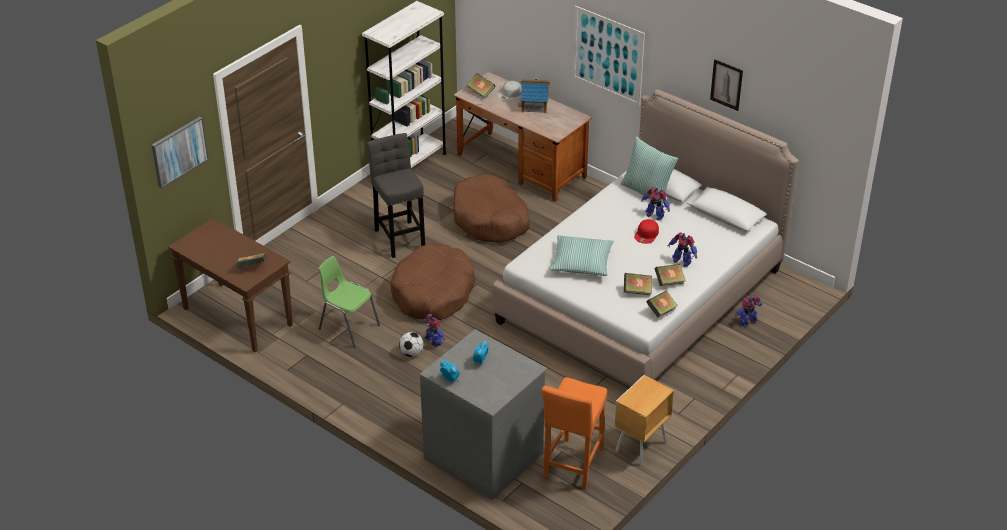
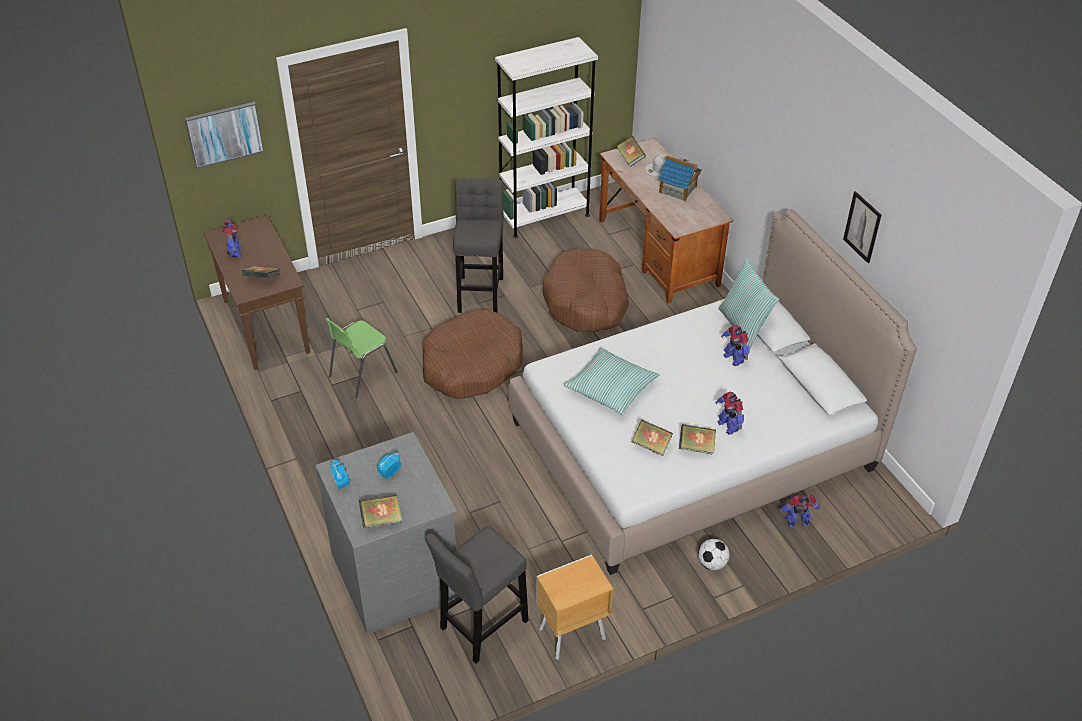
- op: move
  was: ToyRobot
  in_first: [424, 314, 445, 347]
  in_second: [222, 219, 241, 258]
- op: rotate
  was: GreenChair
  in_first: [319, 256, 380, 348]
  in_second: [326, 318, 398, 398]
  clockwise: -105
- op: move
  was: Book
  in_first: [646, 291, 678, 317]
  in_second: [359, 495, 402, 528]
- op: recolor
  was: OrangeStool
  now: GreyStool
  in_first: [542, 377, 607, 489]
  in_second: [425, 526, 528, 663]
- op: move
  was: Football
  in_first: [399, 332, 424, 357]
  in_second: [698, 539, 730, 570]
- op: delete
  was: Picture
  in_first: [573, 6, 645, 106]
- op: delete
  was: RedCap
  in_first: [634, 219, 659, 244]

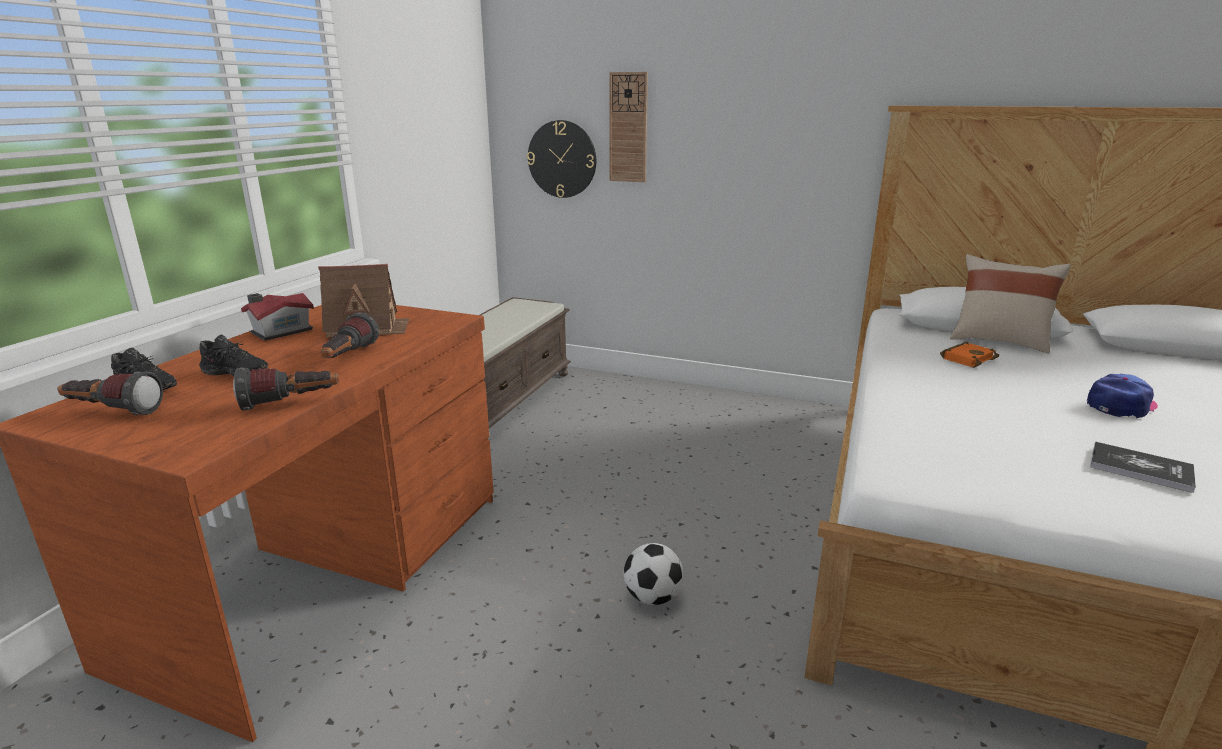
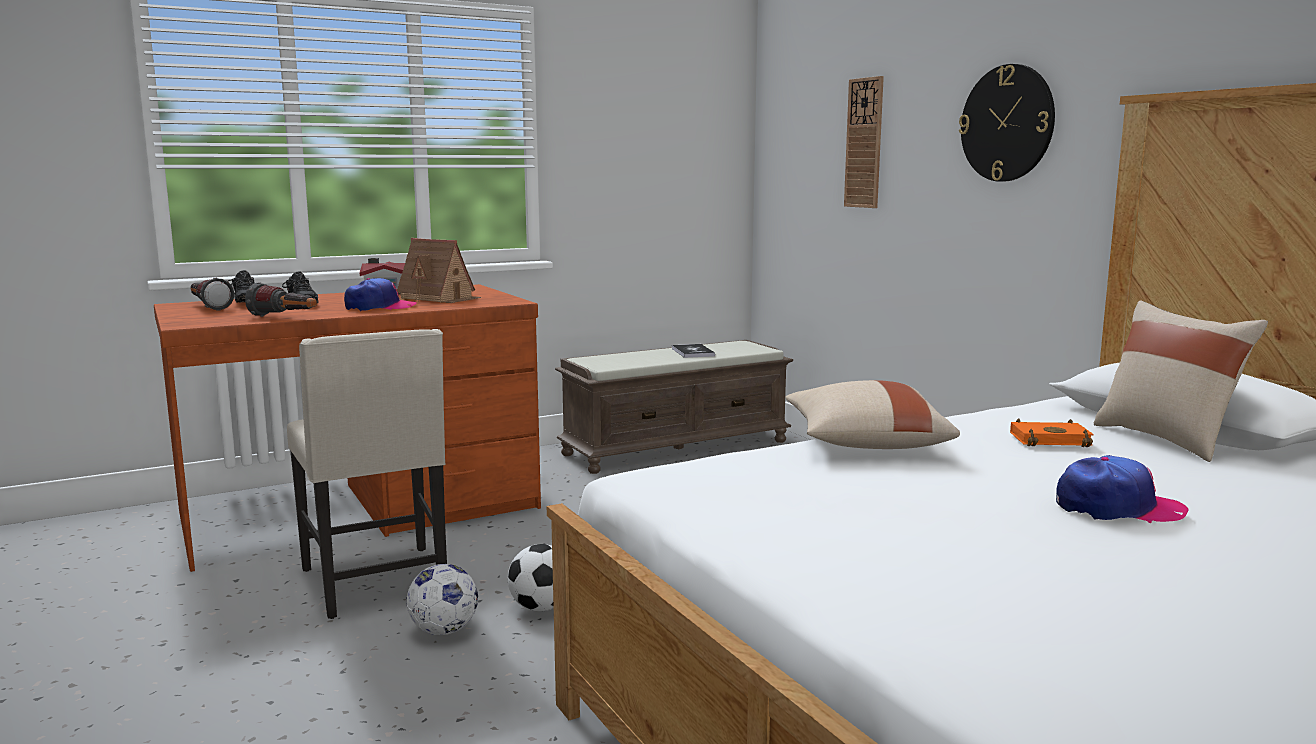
- op: insert
  now: BeigeChair
  in_second: [287, 329, 447, 619]
- op: replace
  was: Flashlight
  now: Cap
  in_first: [321, 312, 379, 358]
  in_second: [344, 278, 417, 311]
- op: insert
  now: Football
  in_second: [406, 564, 478, 635]
- op: move
  was: Book
  in_first: [1090, 442, 1196, 493]
  in_second: [672, 344, 715, 358]
- op: insert
  now: BeigePillow
  in_second: [785, 380, 960, 449]
- op: move
  was: WallClock
  in_first: [527, 120, 596, 198]
  in_second: [959, 64, 1055, 182]

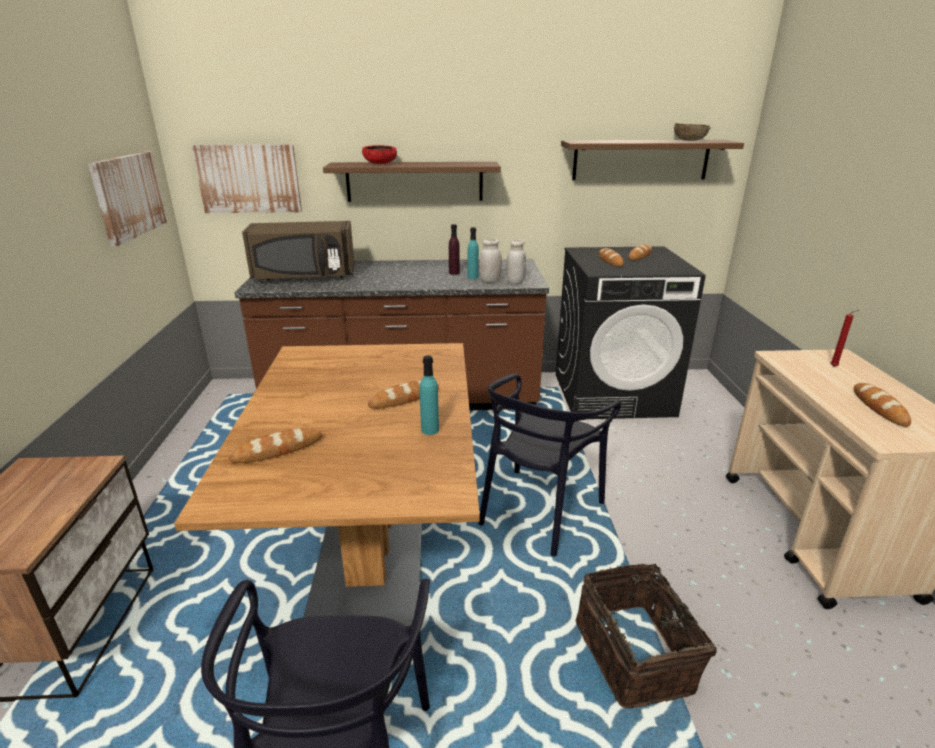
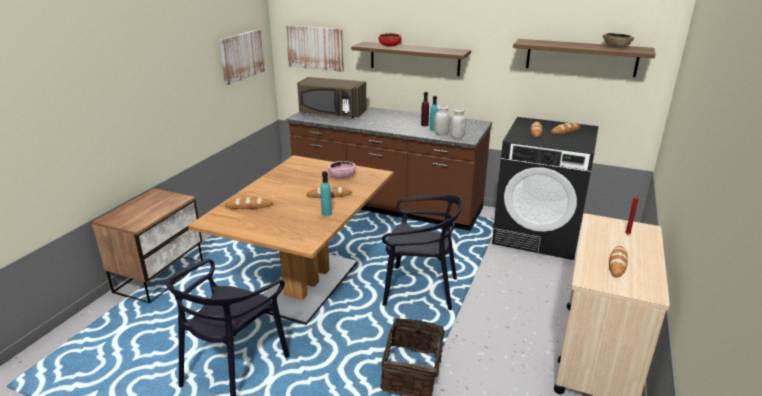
- op: insert
  now: PinkBowl
  in_second: [328, 161, 356, 179]
- op: rotate
  was: BlackChair
  in_first: [478, 374, 621, 557]
  in_second: [382, 195, 463, 310]
  clockwise: -135

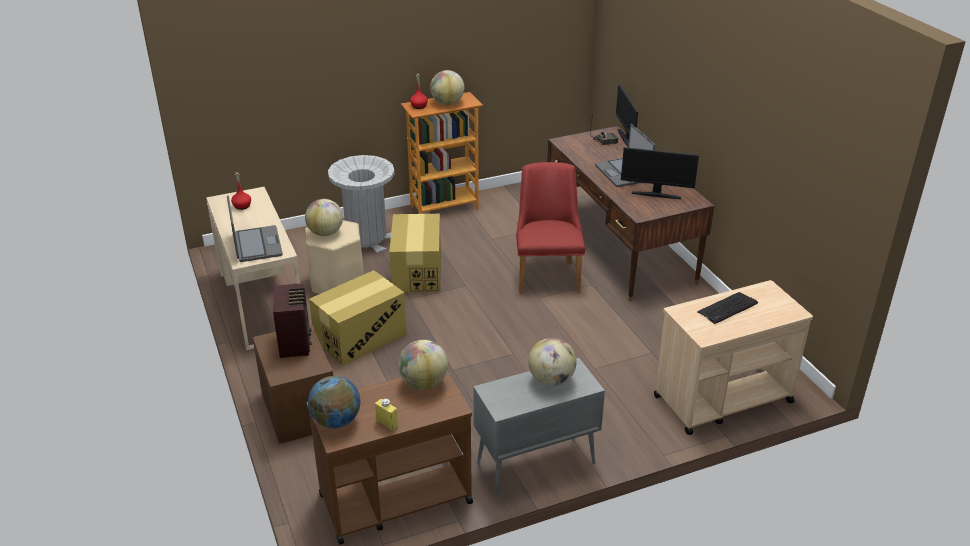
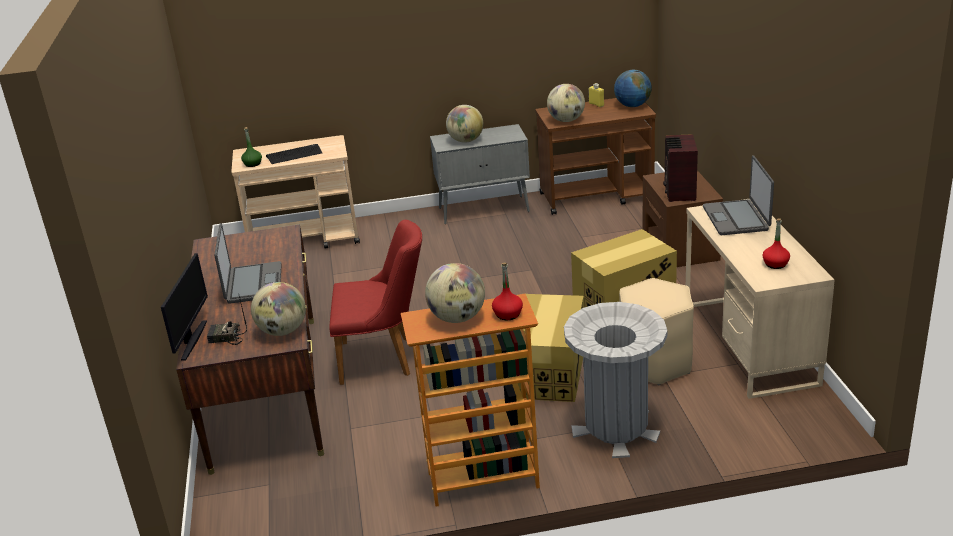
- op: insert
  now: GreenBottle
  in_second: [241, 127, 262, 167]
- op: move
  was: Globe
  in_first: [305, 199, 343, 236]
  in_second: [251, 282, 306, 336]
- op: rotate
  was: RedChair
  in_first: [516, 162, 585, 294]
  in_second: [329, 220, 422, 385]
  clockwise: -105
- op: delete
  was: Monitor
  in_first: [621, 147, 699, 199]

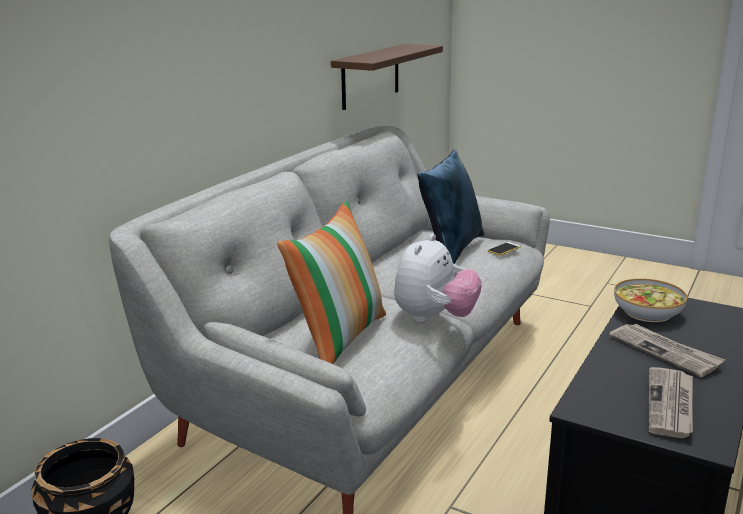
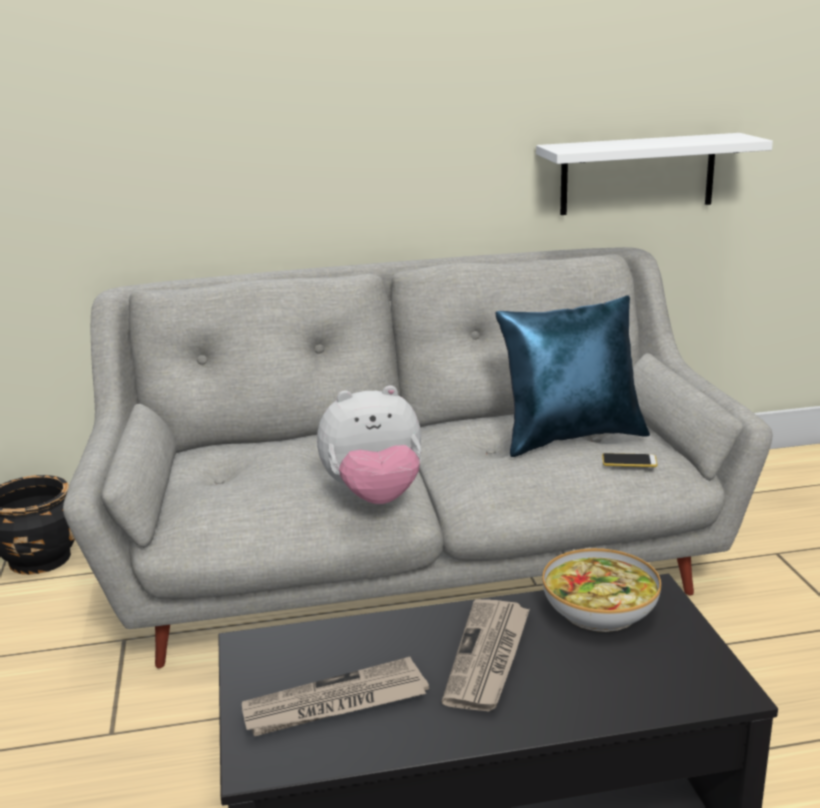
- op: recolor
  was: BrownShelf
  now: WhiteShelf
  in_first: [331, 44, 443, 110]
  in_second: [536, 133, 773, 215]
- op: delete
  was: Pillow
  in_first: [277, 200, 386, 364]

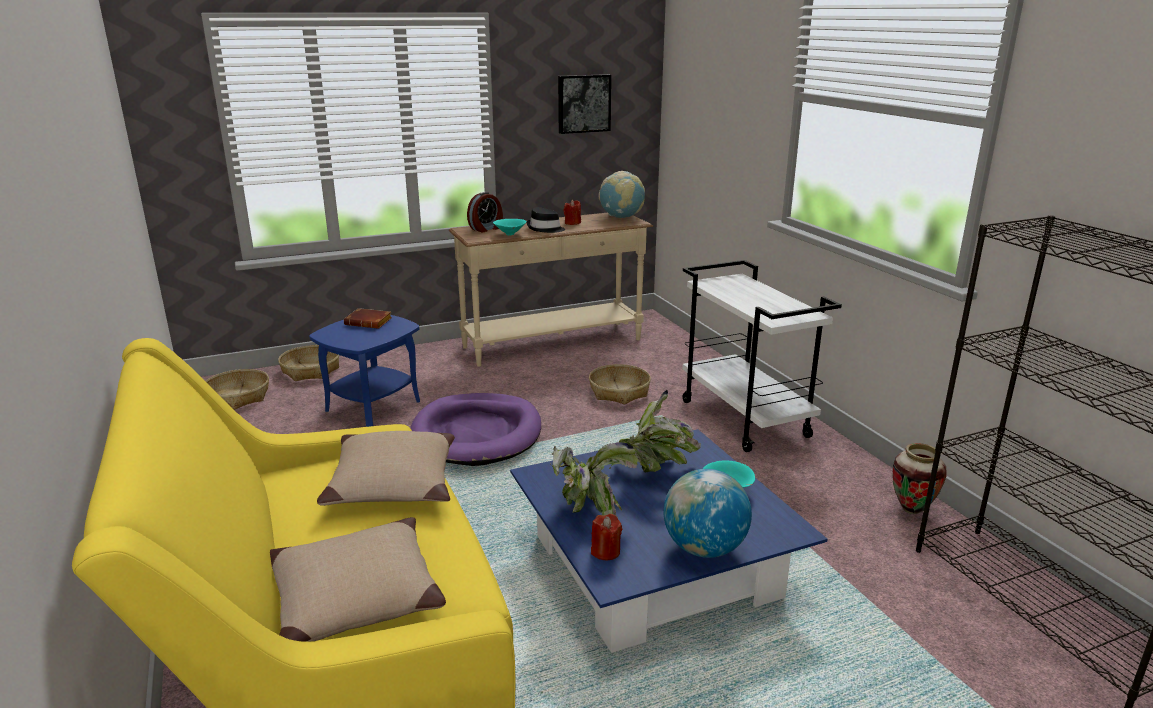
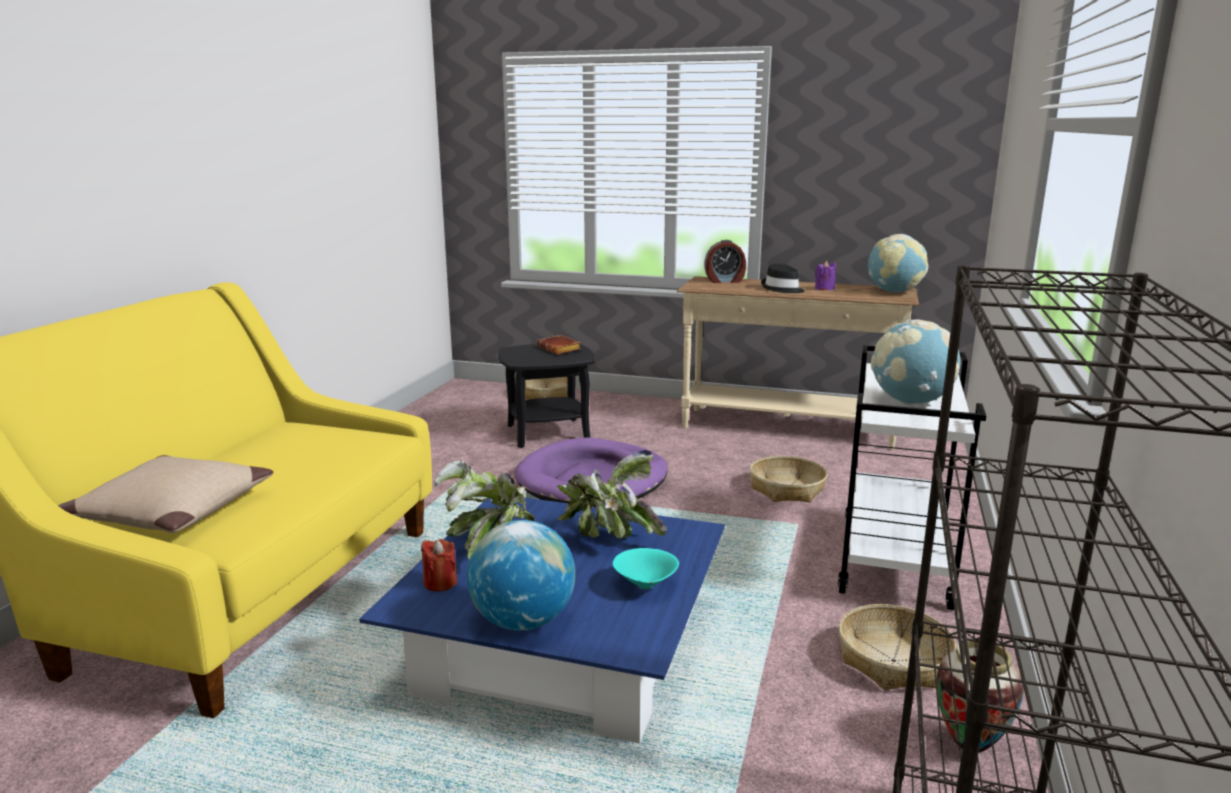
- op: recolor
  was: BlueSideTable
  now: BlackSideTable
  in_first: [309, 315, 420, 427]
  in_second: [498, 344, 595, 448]
- op: recolor
  was: RedCandle
  now: PurpleCandle
  in_first: [564, 200, 581, 225]
  in_second: [815, 261, 836, 290]
- op: move
  was: Basket
  in_first: [206, 369, 269, 410]
  in_second: [839, 604, 957, 690]
- op: insert
  now: Globe
  in_second: [871, 319, 961, 405]
- op: delete
  was: BeigePillow
  in_first: [317, 431, 455, 506]
- op: delete
  was: TurquoiseBowl
  in_first: [493, 219, 526, 235]
- op: delete
  was: Picture
  in_first: [558, 74, 611, 134]

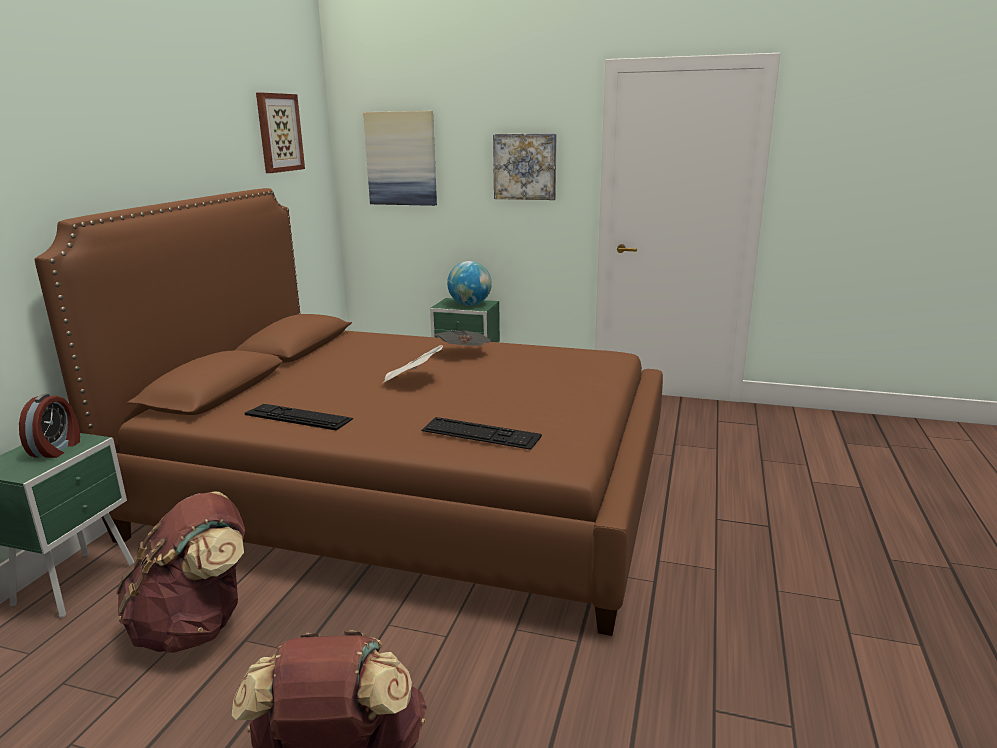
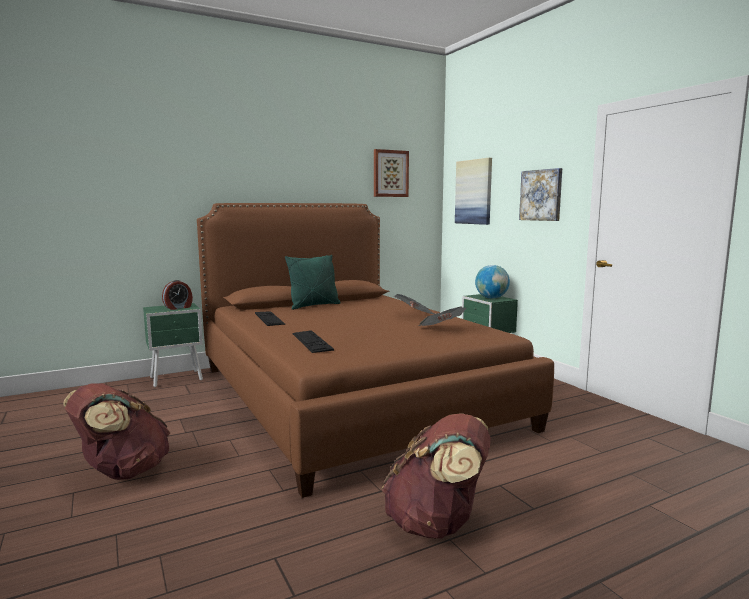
- op: insert
  now: GreenPillow
  in_second: [285, 255, 341, 310]
- op: move
  was: BrownBackpack
  in_first: [117, 492, 245, 653]
  in_second: [382, 413, 491, 539]
- op: move
  was: Newspaper
  in_first: [383, 345, 443, 383]
  in_second: [418, 307, 466, 326]

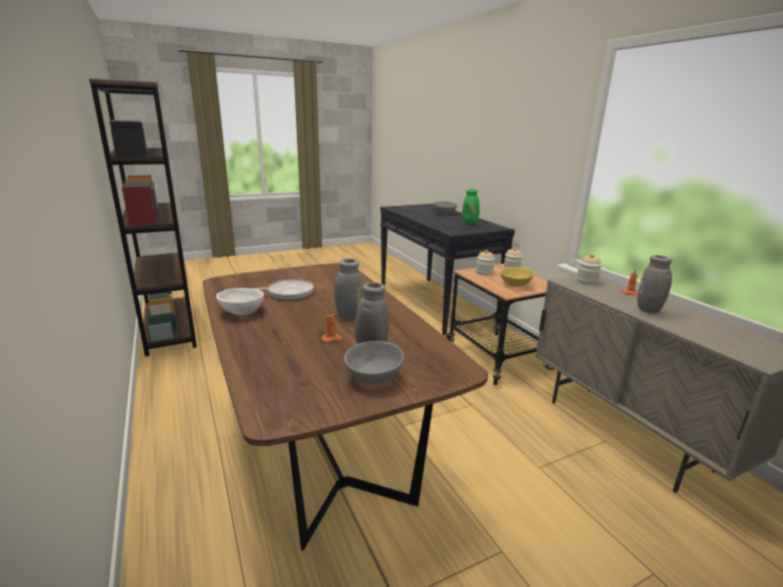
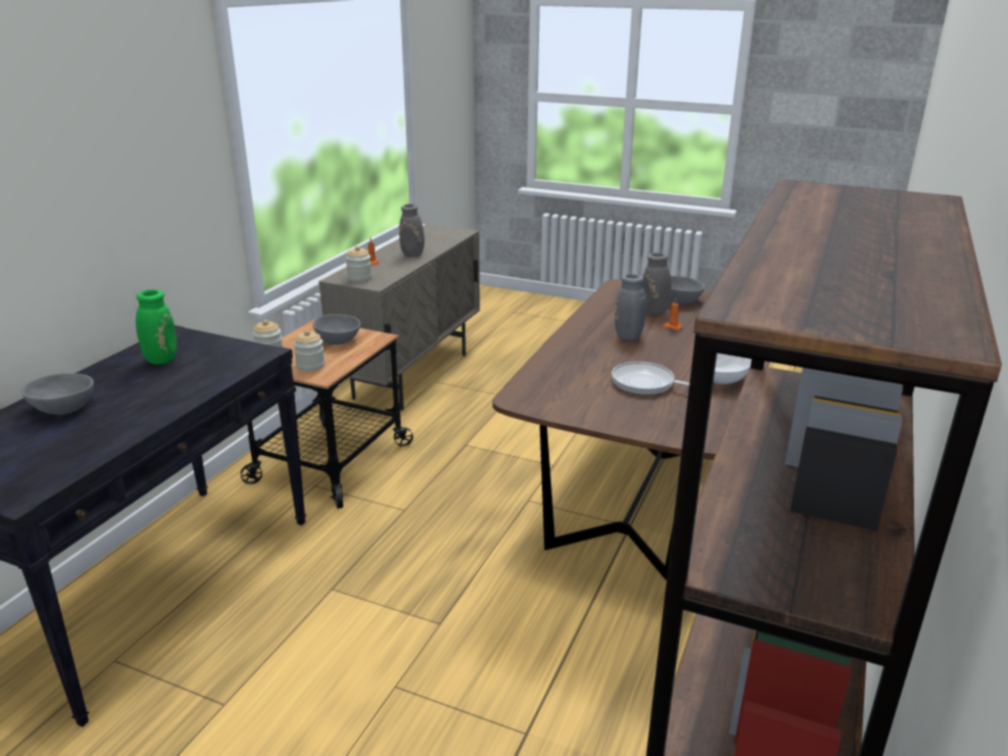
- op: recolor
  was: YellowBowl
  now: GreyBowl
  in_first: [501, 267, 534, 287]
  in_second: [313, 314, 360, 345]

